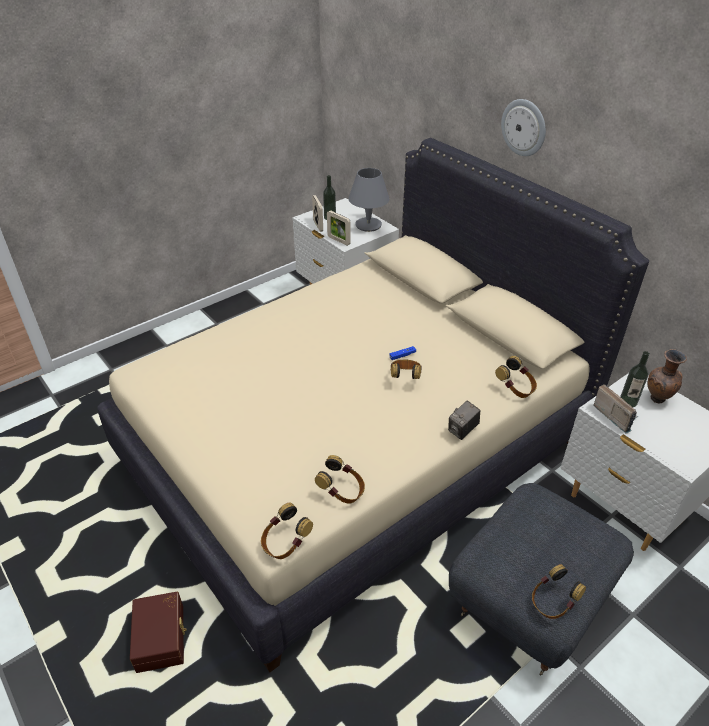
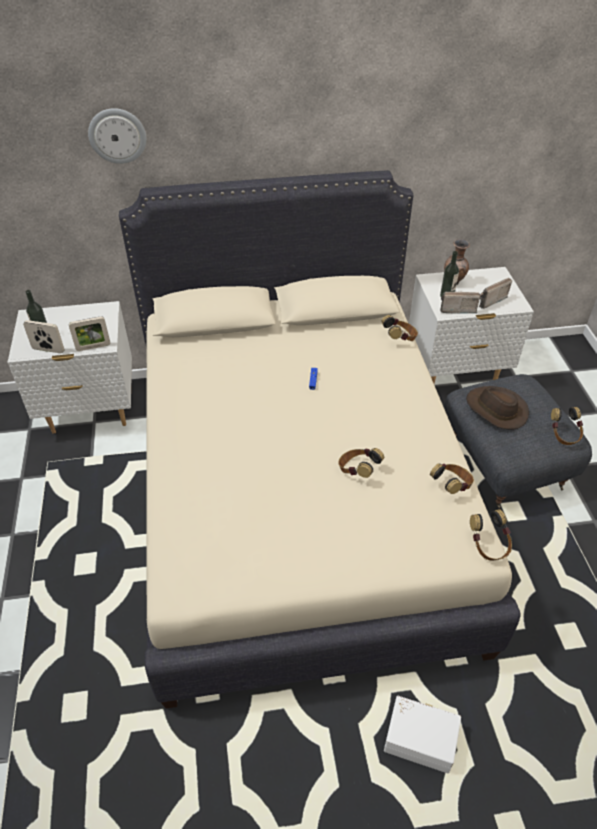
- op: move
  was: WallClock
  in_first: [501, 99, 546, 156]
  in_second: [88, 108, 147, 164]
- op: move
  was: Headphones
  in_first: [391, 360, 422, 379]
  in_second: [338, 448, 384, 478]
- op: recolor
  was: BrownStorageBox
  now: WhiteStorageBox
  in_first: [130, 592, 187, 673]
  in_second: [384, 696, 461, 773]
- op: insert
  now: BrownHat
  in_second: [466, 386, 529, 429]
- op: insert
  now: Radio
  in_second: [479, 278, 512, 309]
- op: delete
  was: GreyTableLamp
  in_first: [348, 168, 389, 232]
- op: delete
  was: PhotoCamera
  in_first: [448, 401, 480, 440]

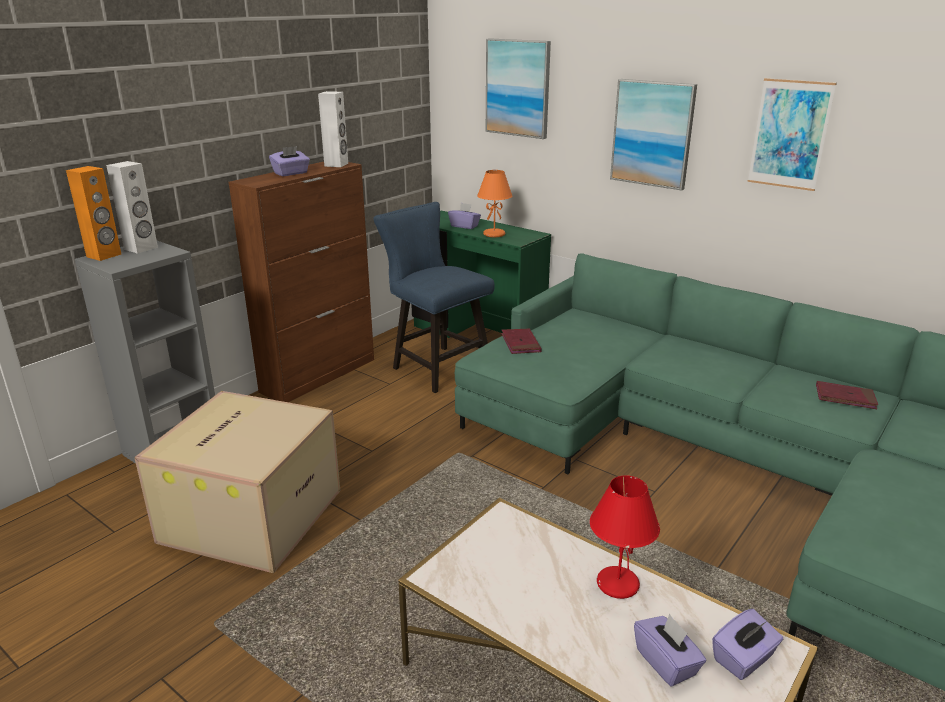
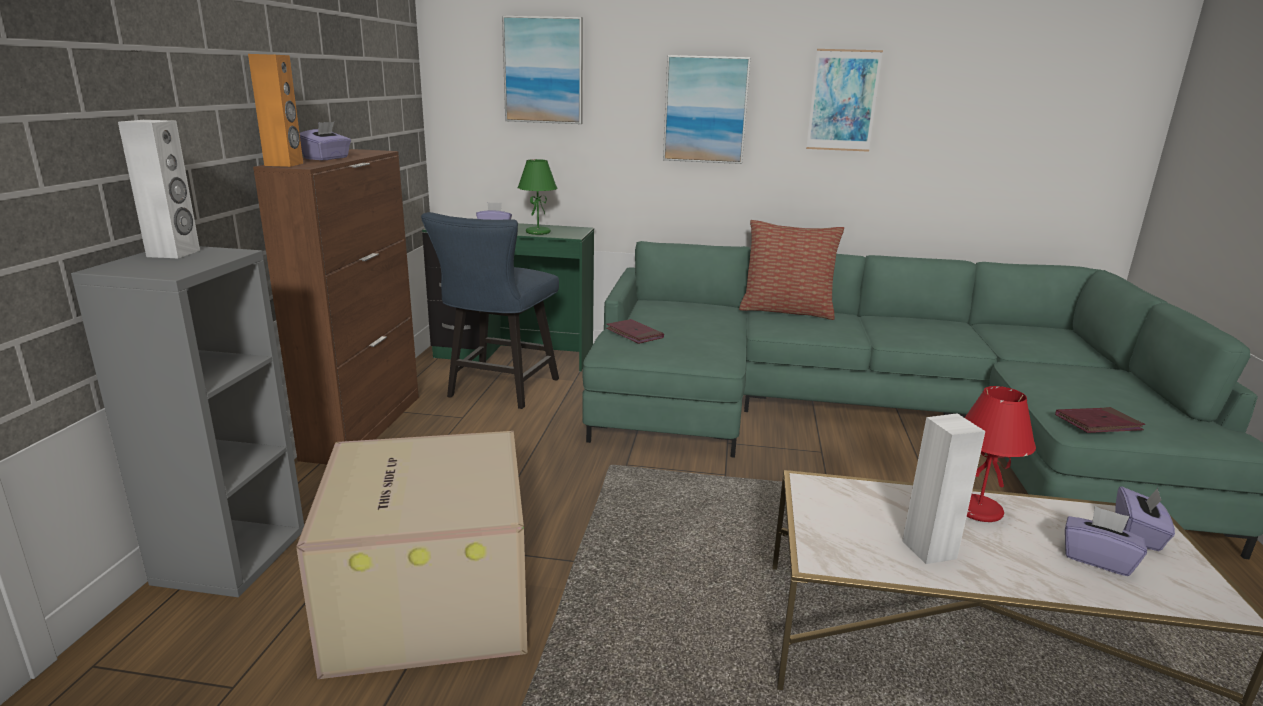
- op: move
  was: OrangeSpeaker
  in_first: [66, 166, 121, 261]
  in_second: [248, 54, 303, 167]
- op: rotate
  was: BlueChair
  in_first: [373, 202, 495, 393]
  in_second: [421, 212, 559, 409]
  clockwise: -90
- op: recolor
  was: OrangeTableLamp
  now: GreenTableLamp
  in_first: [477, 170, 512, 237]
  in_second: [518, 159, 557, 235]
- op: insert
  now: Pillow
  in_second: [739, 220, 844, 320]
- op: move
  was: WhiteSpeaker
  in_first: [318, 91, 348, 167]
  in_second: [902, 413, 985, 564]
- op: move
  was: RedBook
  in_first: [816, 381, 878, 409]
  in_second: [1055, 407, 1145, 433]

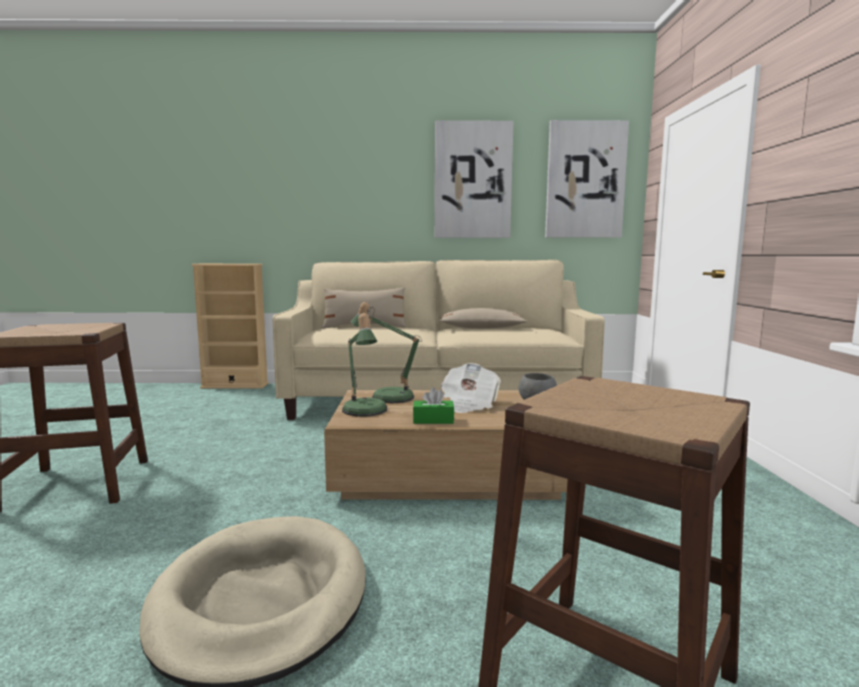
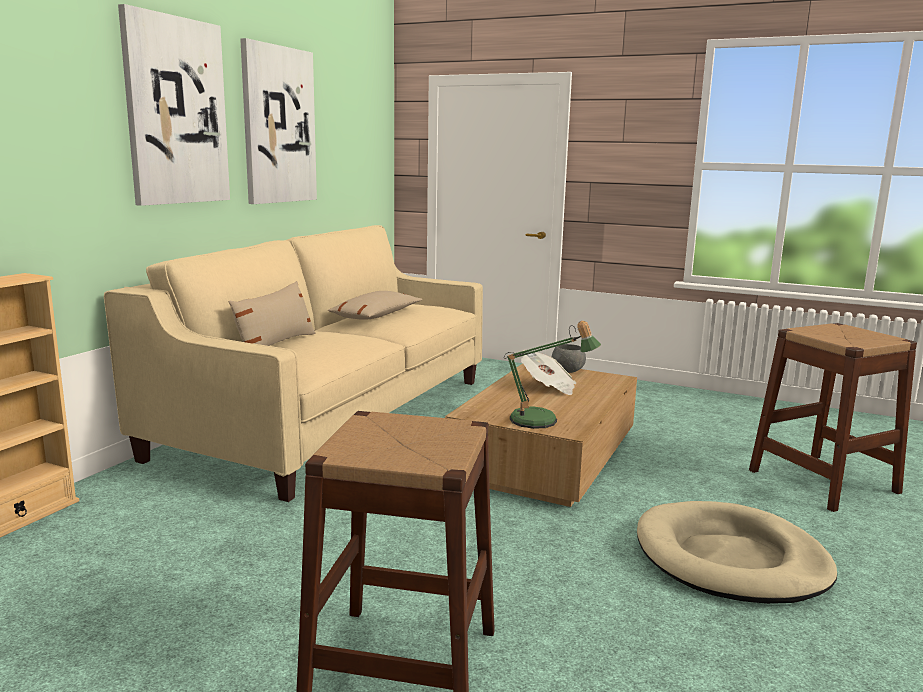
- op: move
  was: Picture
  in_first: [545, 120, 629, 238]
  in_second: [118, 4, 230, 206]
- op: delete
  was: TableLamp
  in_first: [351, 302, 422, 403]
- op: delete
  was: GreenTissueBox
  in_first: [413, 388, 454, 424]

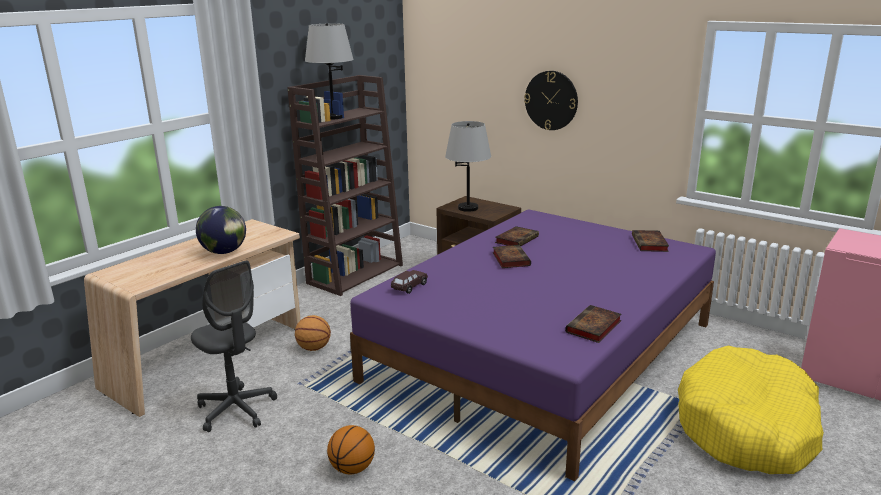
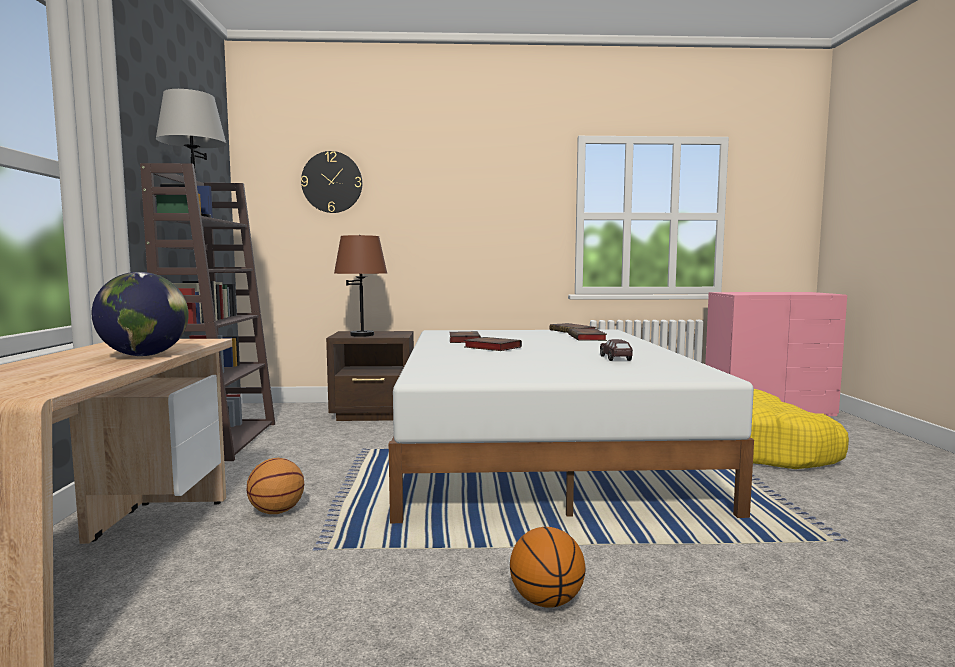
- op: move
  was: WallClock
  in_first: [524, 71, 578, 130]
  in_second: [301, 151, 362, 213]
- op: recolor
  was: GreyTableLamp
  now: BrownTableLamp
  in_first: [445, 121, 491, 212]
  in_second: [334, 235, 387, 337]
- op: recolor
  was: PurpleBed
  now: WhiteBed
  in_first: [350, 210, 716, 481]
  in_second: [389, 330, 754, 523]
- op: move
  was: Book
  in_first: [565, 305, 622, 343]
  in_second: [568, 328, 607, 341]
- op: move
  was: BrownToyCar
  in_first: [391, 270, 428, 294]
  in_second: [600, 339, 633, 361]
- op: delete
  was: GreyOfficeChair
  in_first: [191, 261, 277, 432]

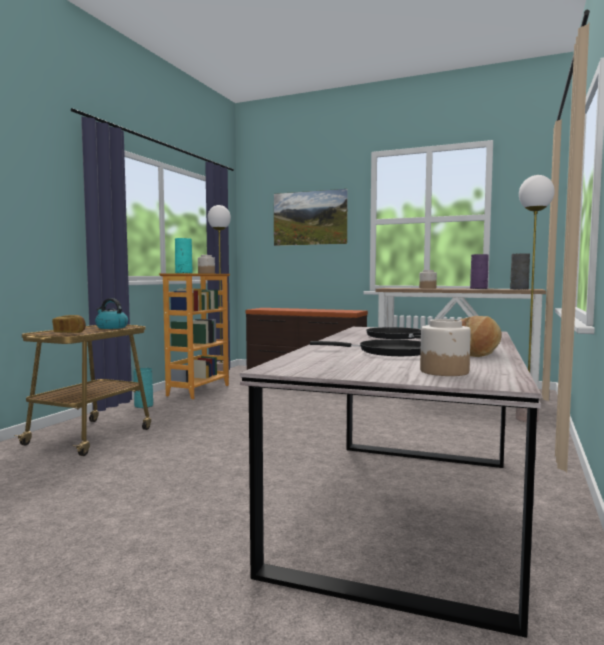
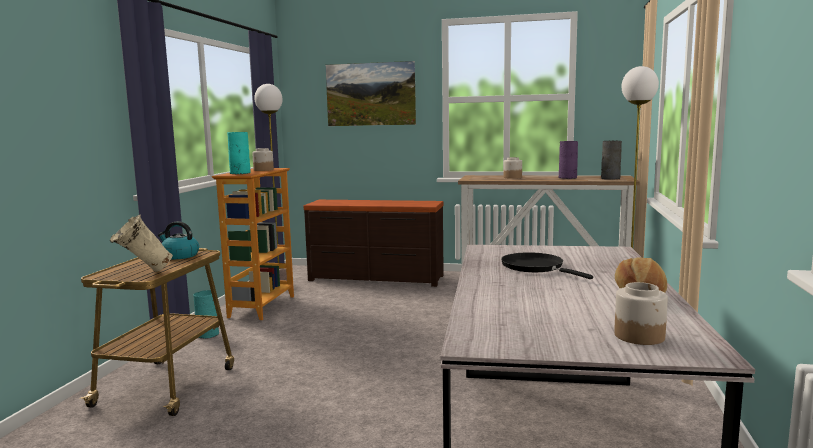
- op: replace
  was: Bread
  now: BeigeVase
  in_first: [52, 315, 86, 333]
  in_second: [110, 215, 173, 272]
- op: delete
  was: BlackFryingPan
  in_first: [310, 339, 421, 356]

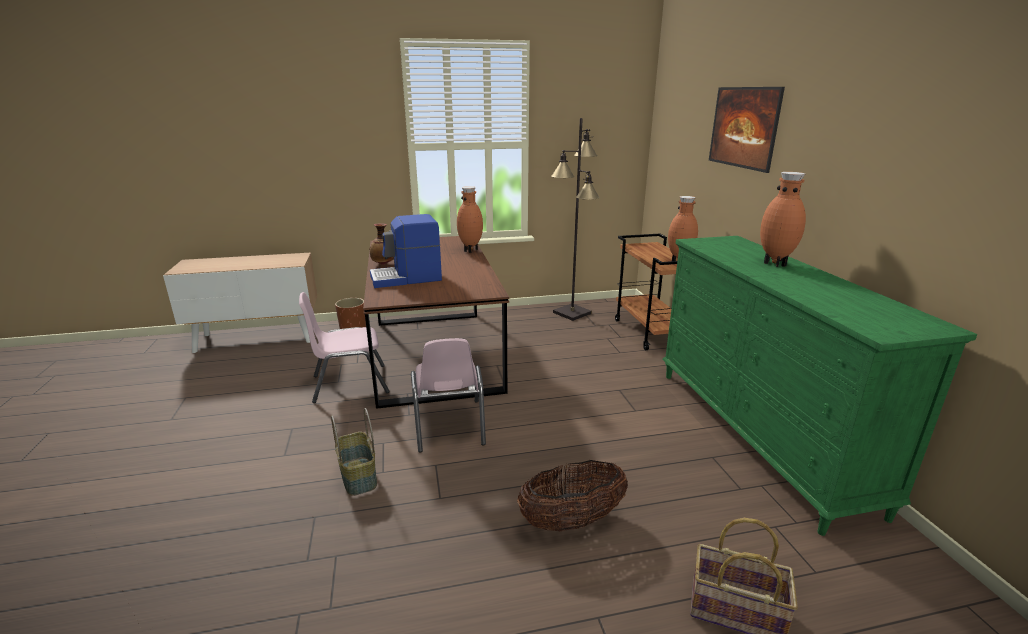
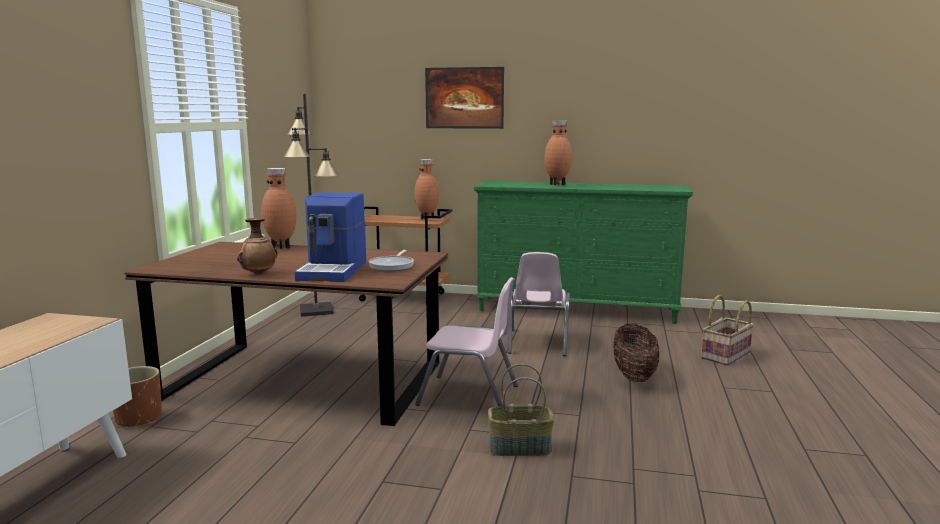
- op: insert
  now: FryingPan
  in_second: [369, 250, 414, 271]
- op: move
  was: PinkChair
  in_first: [299, 292, 390, 403]
  in_second: [508, 252, 570, 356]

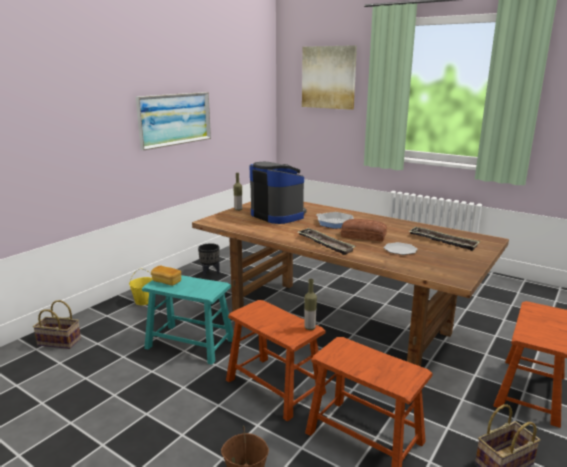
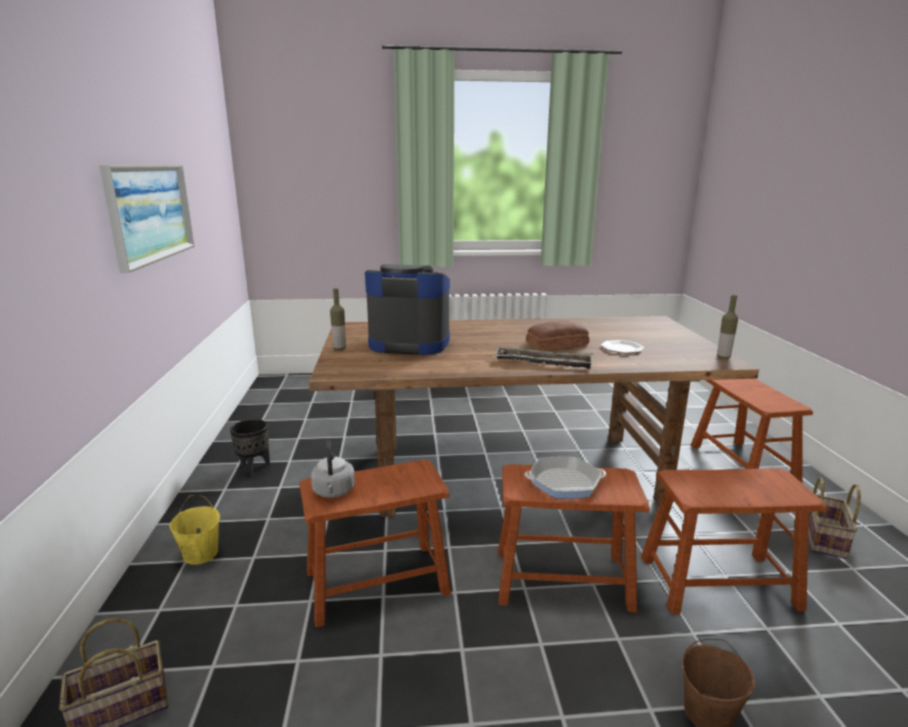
- op: recolor
  was: TurquoiseStool
  now: BrownStool
  in_first: [142, 275, 233, 365]
  in_second: [299, 460, 451, 627]
- op: replace
  was: Bread
  now: GreyKettle
  in_first: [151, 266, 181, 286]
  in_second: [311, 440, 355, 498]
- op: move
  was: FryingPan
  in_first: [316, 212, 354, 229]
  in_second: [525, 456, 606, 499]
- op: move
  was: Bottle
  in_first: [304, 279, 317, 330]
  in_second: [717, 295, 738, 359]
- op: delete
  was: Picture
  in_first: [302, 45, 357, 110]
- op: delete
  was: Tray
  in_first: [408, 226, 480, 251]

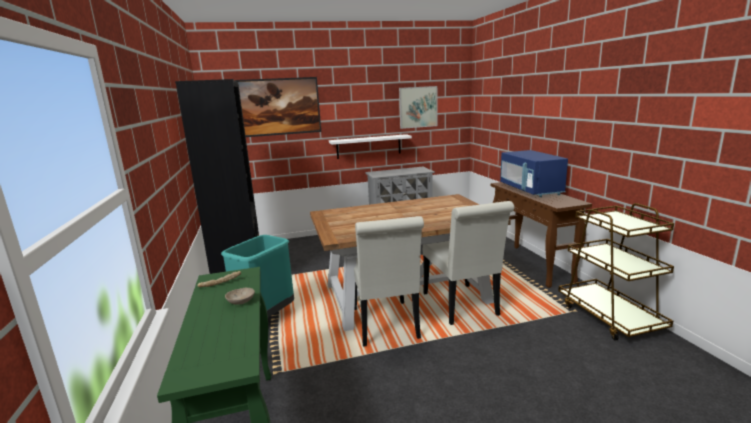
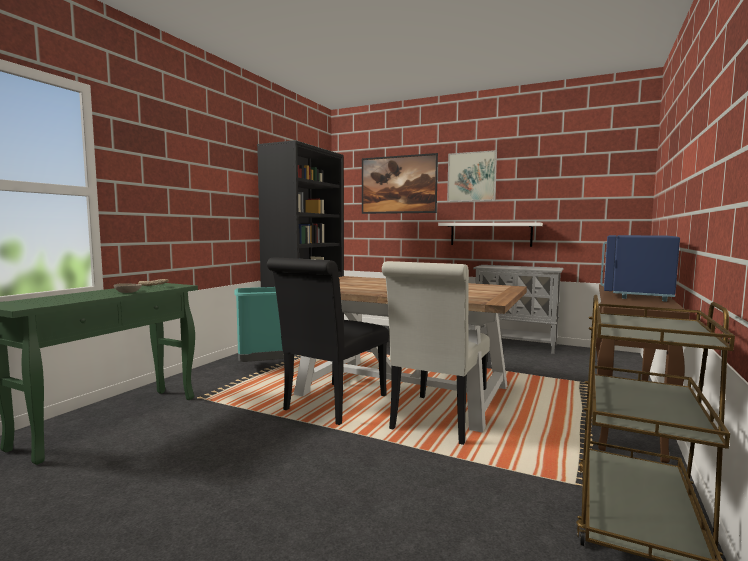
- op: recolor
  was: WhiteChair
  now: BlackChair
  in_first: [354, 216, 424, 347]
  in_second: [267, 257, 389, 425]
- op: move
  was: Picture
  in_first: [399, 86, 438, 129]
  in_second: [447, 150, 497, 202]

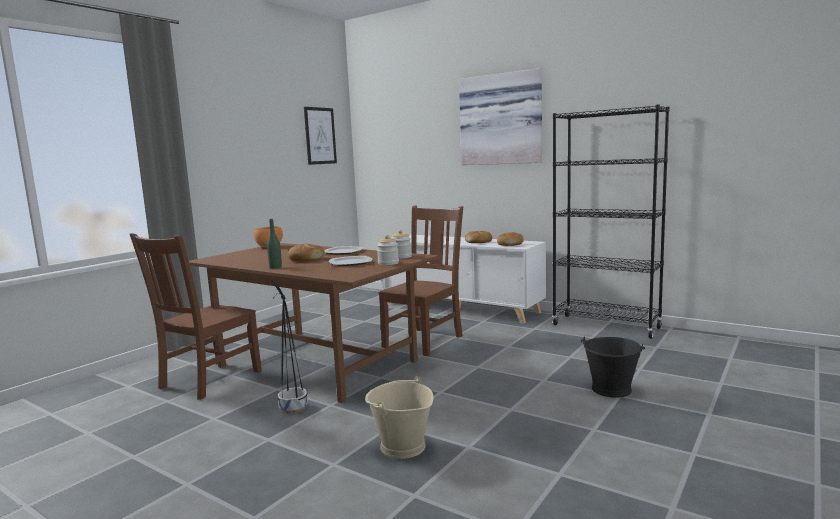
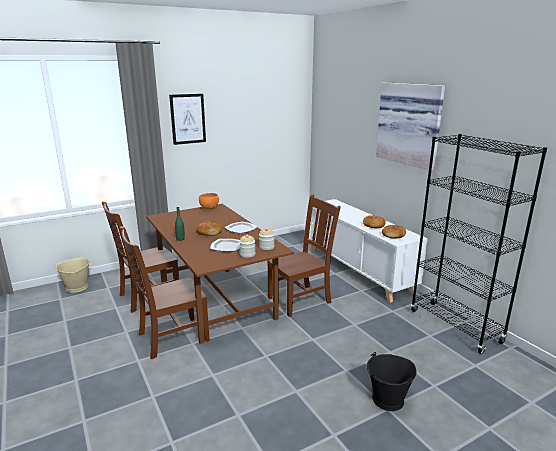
- op: move
  was: BeigeBucket
  in_first: [365, 376, 434, 459]
  in_second: [54, 258, 91, 293]
- op: replace
  was: BlackPlanter
  now: BrownChair
  in_first: [271, 280, 308, 413]
  in_second: [120, 226, 210, 359]
- op: move
  was: Picture
  in_first: [304, 107, 337, 165]
  in_second: [169, 94, 206, 145]

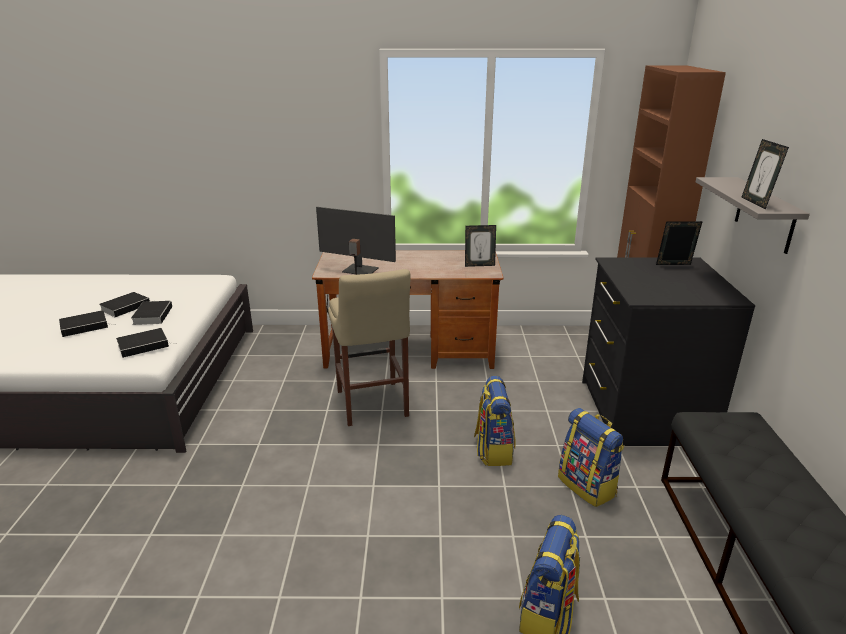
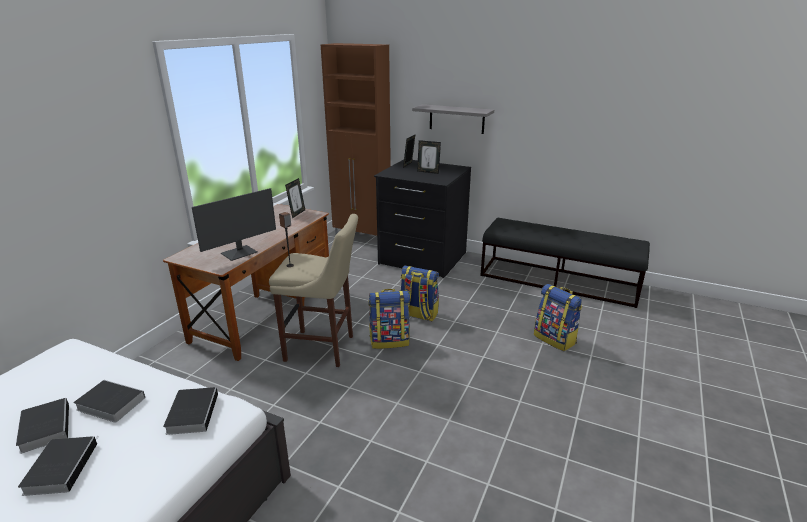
- op: move
  was: Backpack
  in_first: [558, 408, 625, 507]
  in_second: [368, 289, 410, 349]
- op: move
  was: PictureFrame
  in_first: [741, 139, 789, 209]
  in_second: [417, 140, 441, 174]

